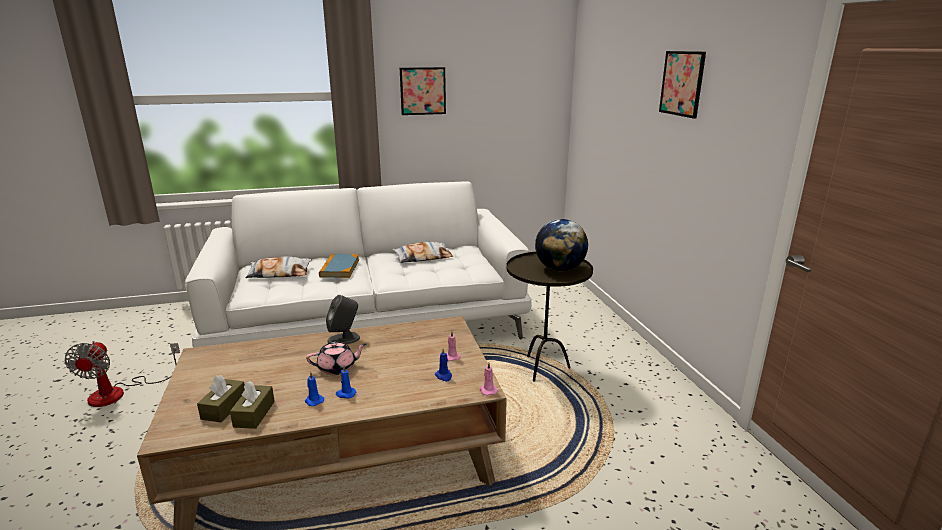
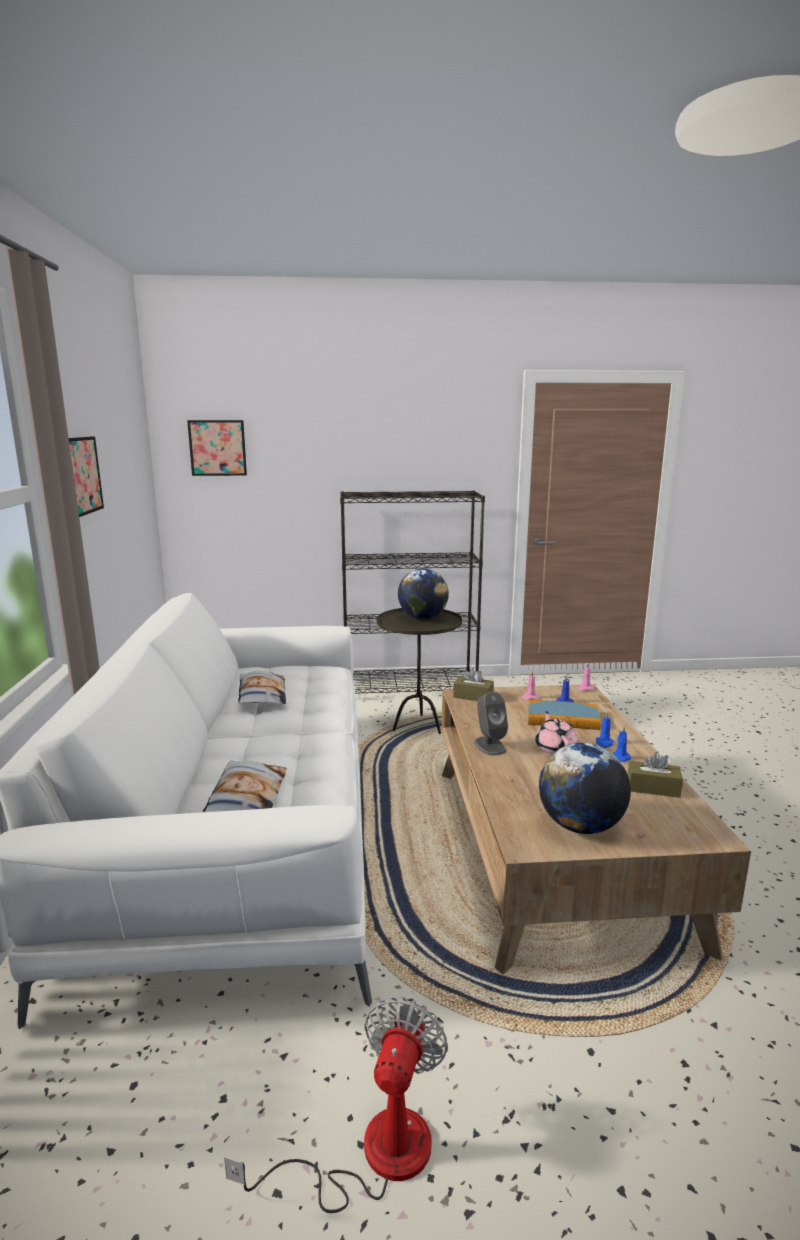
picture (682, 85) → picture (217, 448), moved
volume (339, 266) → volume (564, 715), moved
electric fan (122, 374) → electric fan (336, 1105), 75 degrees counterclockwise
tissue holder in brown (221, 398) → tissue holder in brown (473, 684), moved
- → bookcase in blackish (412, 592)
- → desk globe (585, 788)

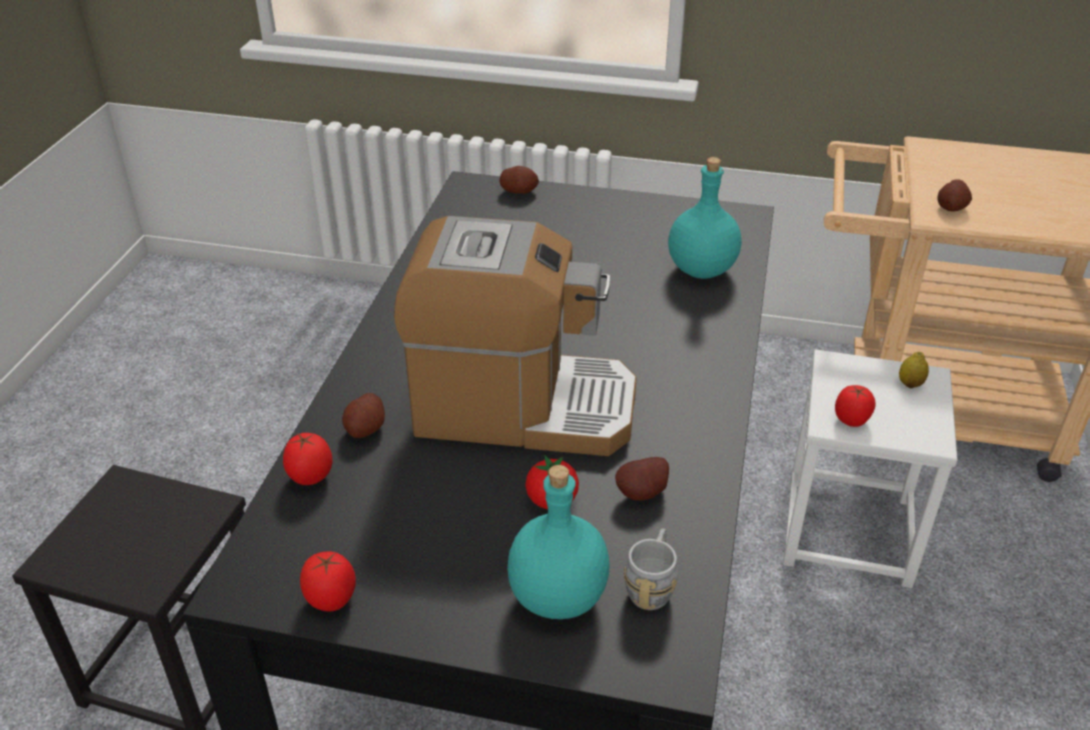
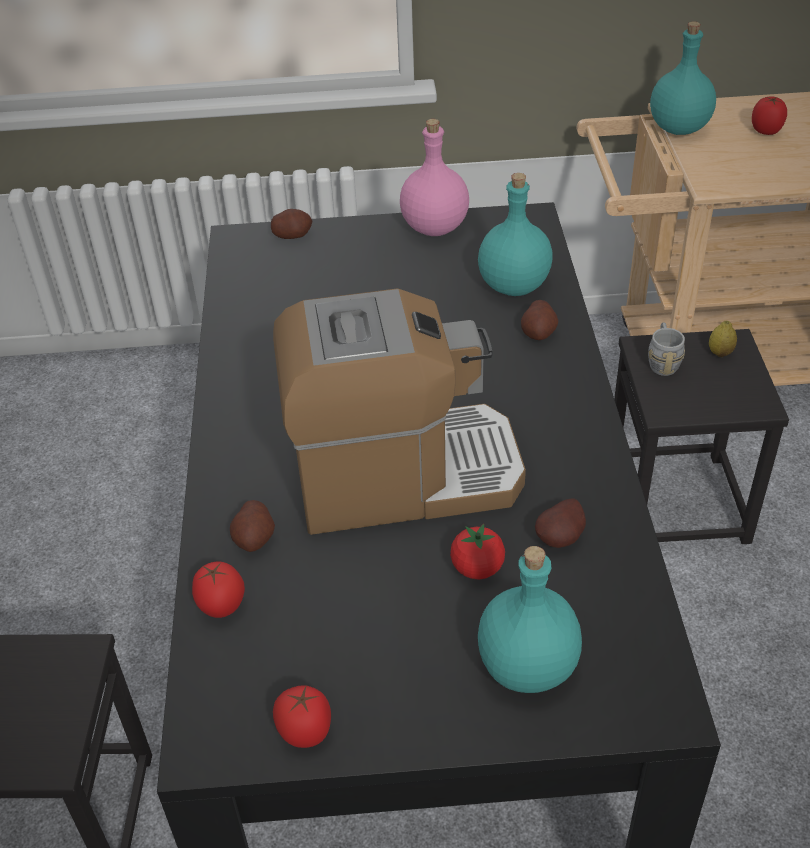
whole potato (954, 195) → whole potato (540, 320), moved
sitting stool in white (870, 468) → sitting stool in blackish (701, 436)
whole tomato (855, 406) → whole tomato (769, 115), moved
mug in greyish (651, 569) → mug in greyish (666, 349), moved
- → bottle in turquoise (683, 78)
- → bottle in pink (434, 177)

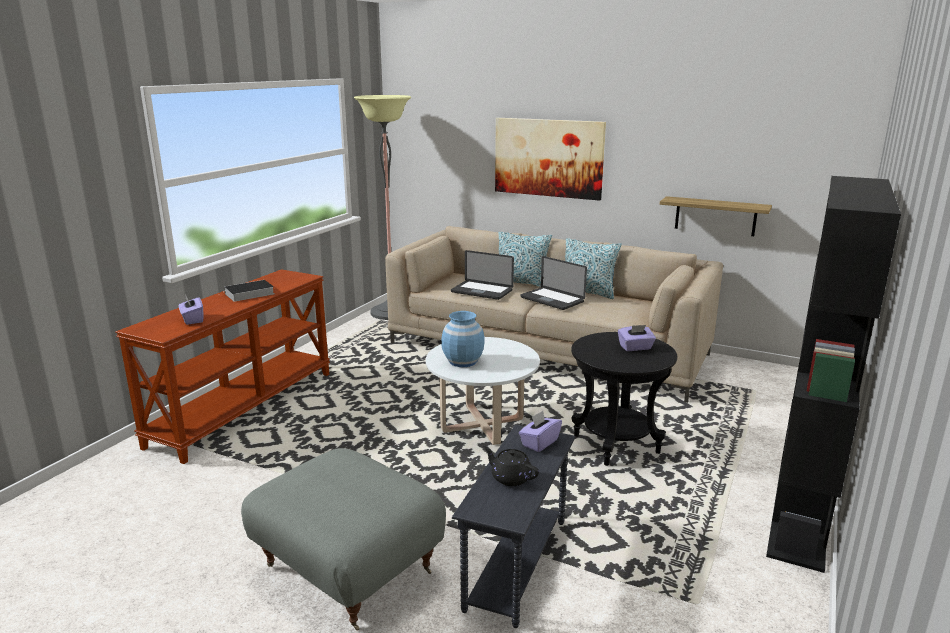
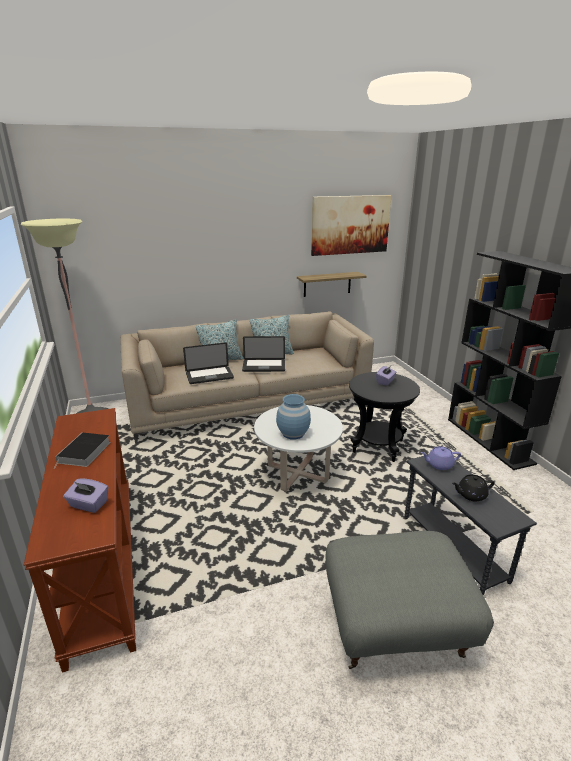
picture (550, 159) → picture (351, 225), moved
tissue holder in purple-coloured (540, 431) → tea pot in purple-coloured (441, 458)

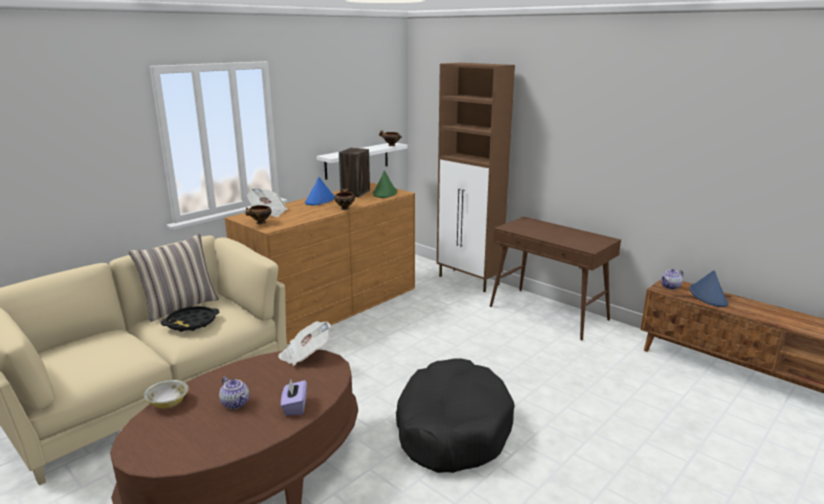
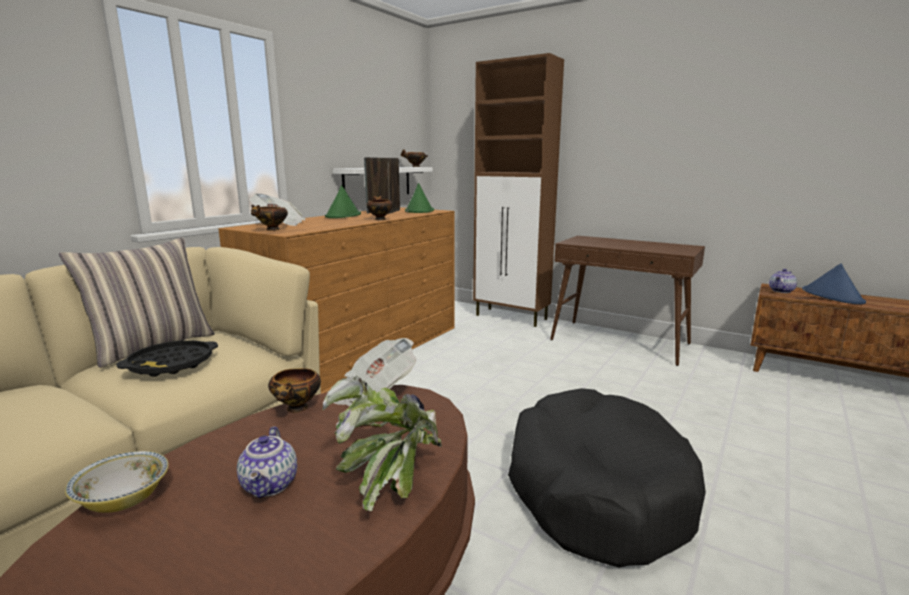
wearable hat in bluish (320, 191) → wearable hat in green (343, 201)
tea pot (234, 393) → tea pot (267, 462), 45 degrees clockwise
tissue holder in purple-coloured (294, 397) → plant in a pot (382, 443)
- → serving bowl (294, 390)

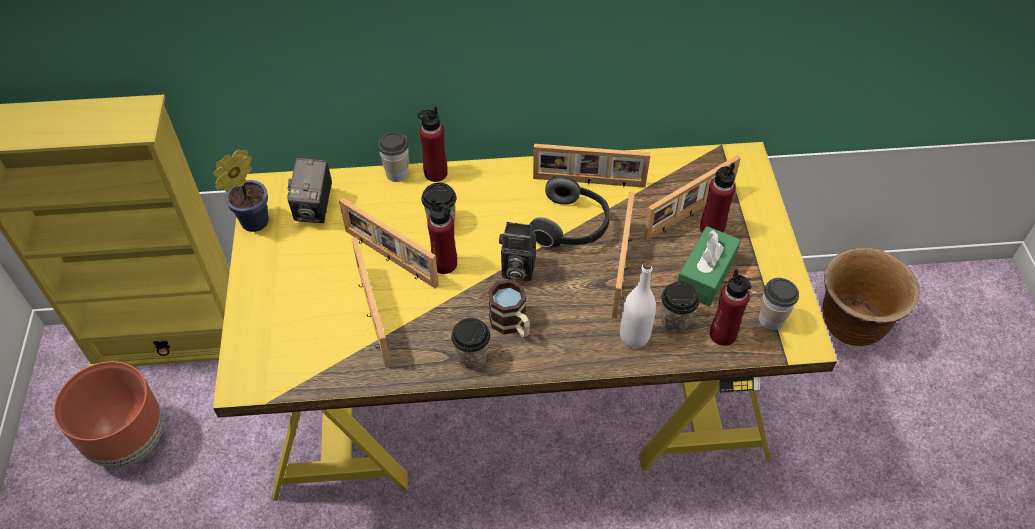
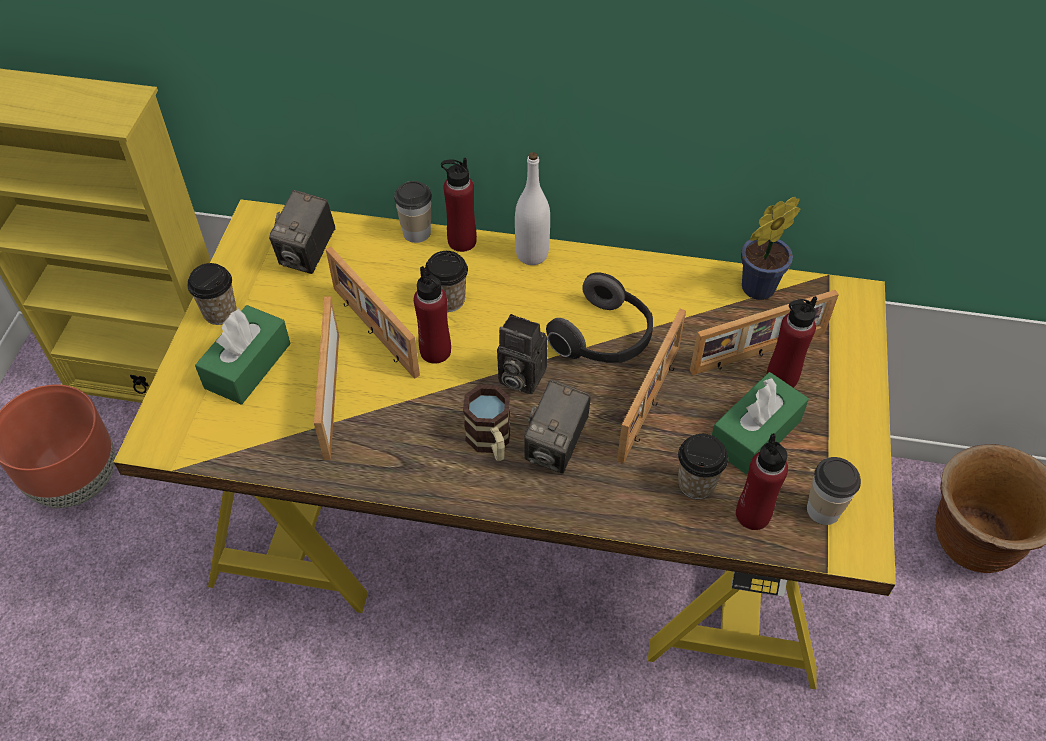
standing frame (591, 166) → -
plant in a pot (241, 190) → plant in a pot (770, 248), moved
bottle in white (638, 304) → bottle in white (532, 208), moved
small cup (470, 344) → small cup (212, 294), moved
- → tissue holder in green (243, 354)
- → still camera (557, 426)

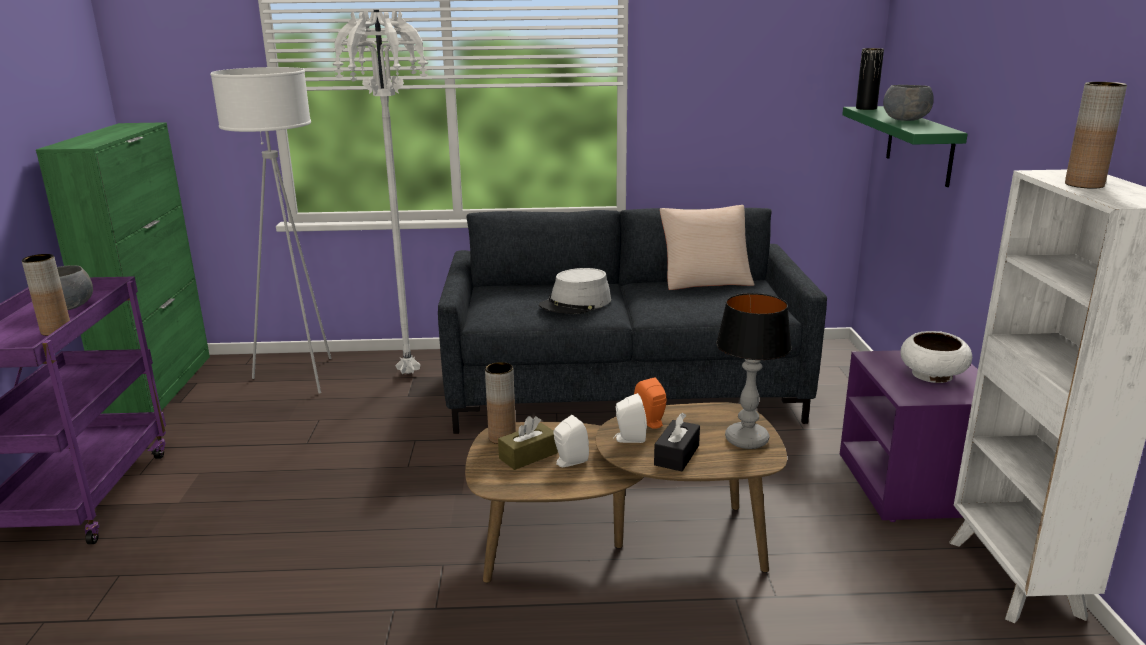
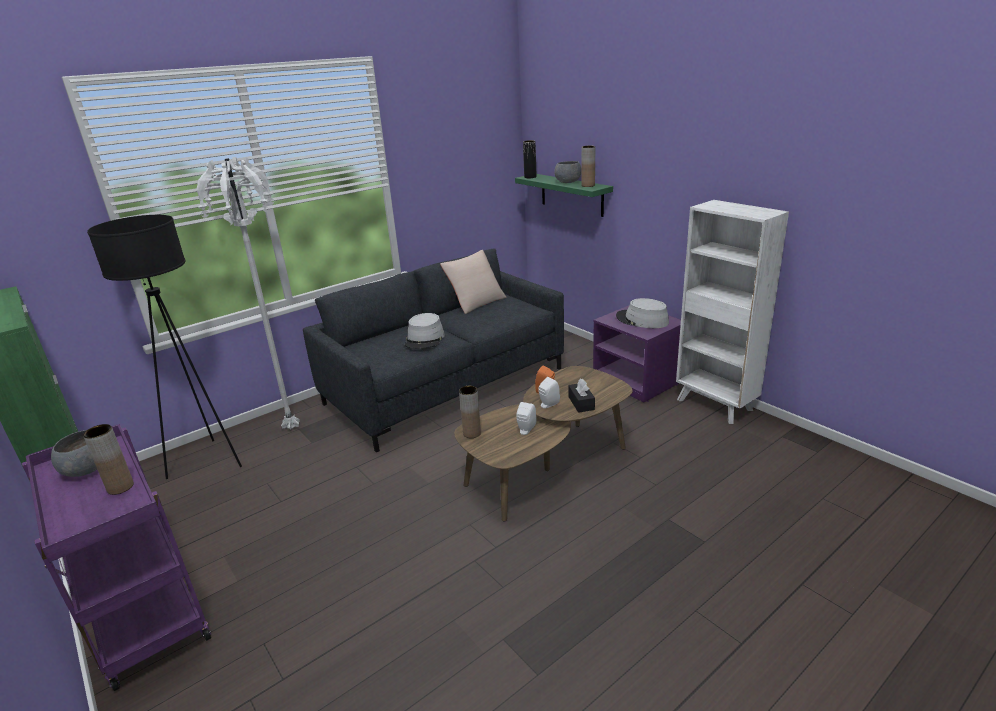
floor lamp in white (270, 230) → floor lamp in blackish (164, 347)
flower vase in brown (1096, 135) → flower vase in brown (588, 166), moved
table lamp (754, 371) → -
serving bowl in white (936, 357) → wearable hat in greyish (642, 313)
tissue holder in brown (528, 443) → -

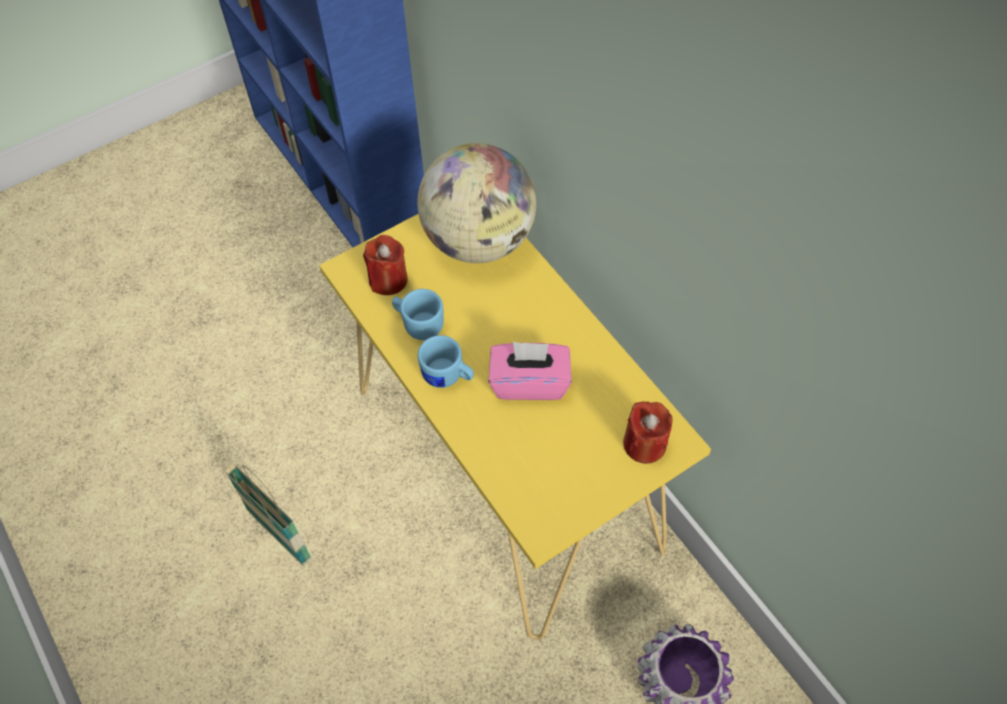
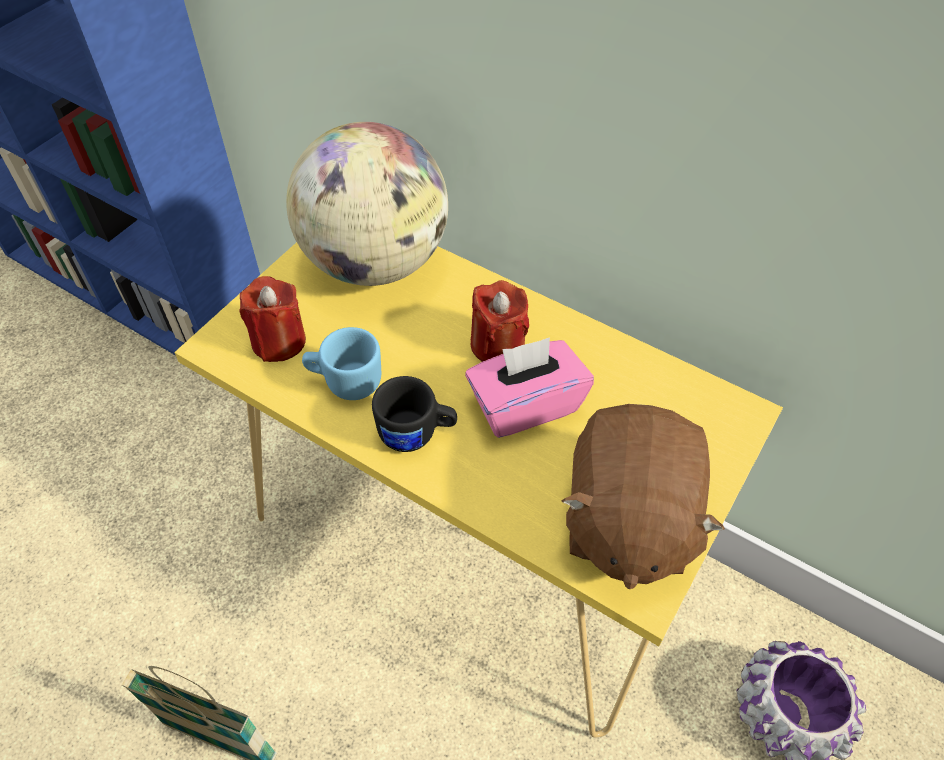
mug in bluish (446, 361) → mug in blackish (414, 414)
candle in red-coloured (647, 433) → candle in red-coloured (500, 321), moved
- → cuddly toy in brown (643, 496)

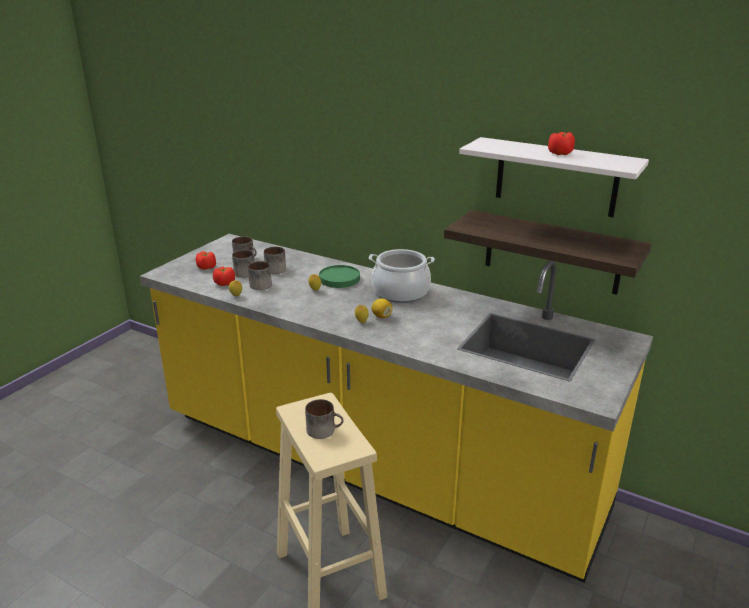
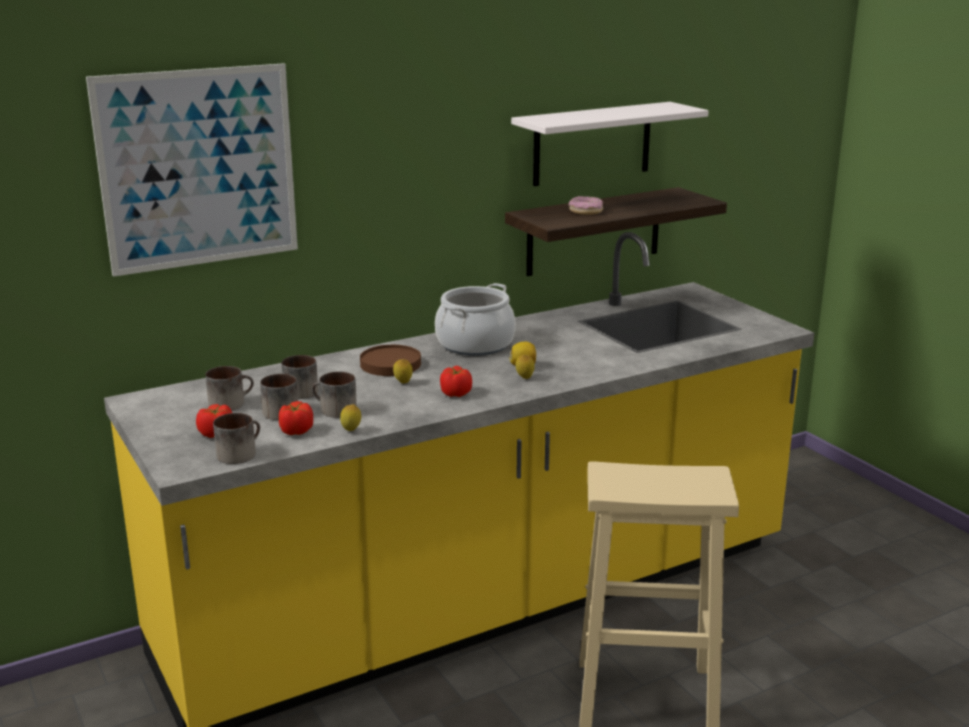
whole tomato (561, 143) → whole tomato (456, 381), moved
plate in green (339, 276) → plate in brown (390, 360)
mug (324, 419) → mug (236, 438), moved
- → picture (192, 170)
- → doughnut (586, 205)

